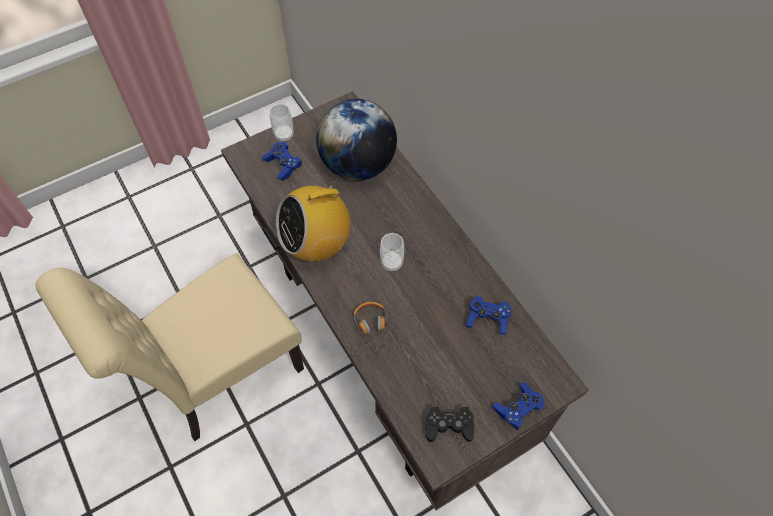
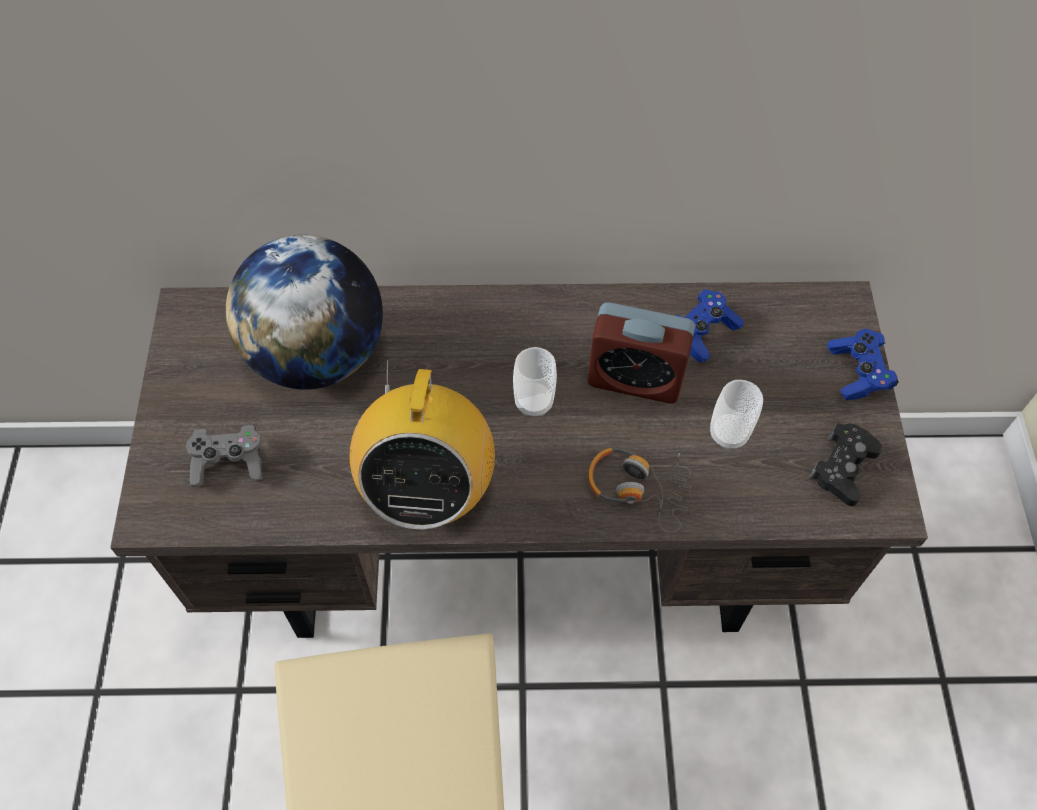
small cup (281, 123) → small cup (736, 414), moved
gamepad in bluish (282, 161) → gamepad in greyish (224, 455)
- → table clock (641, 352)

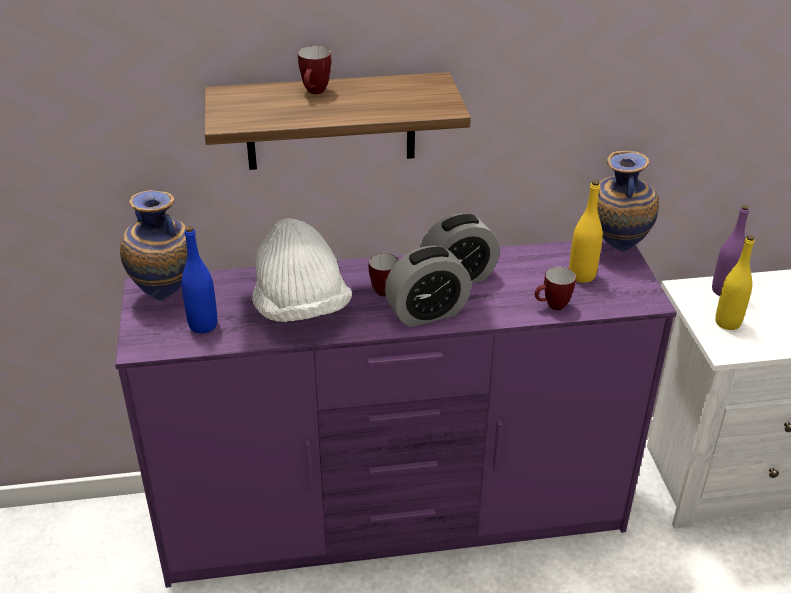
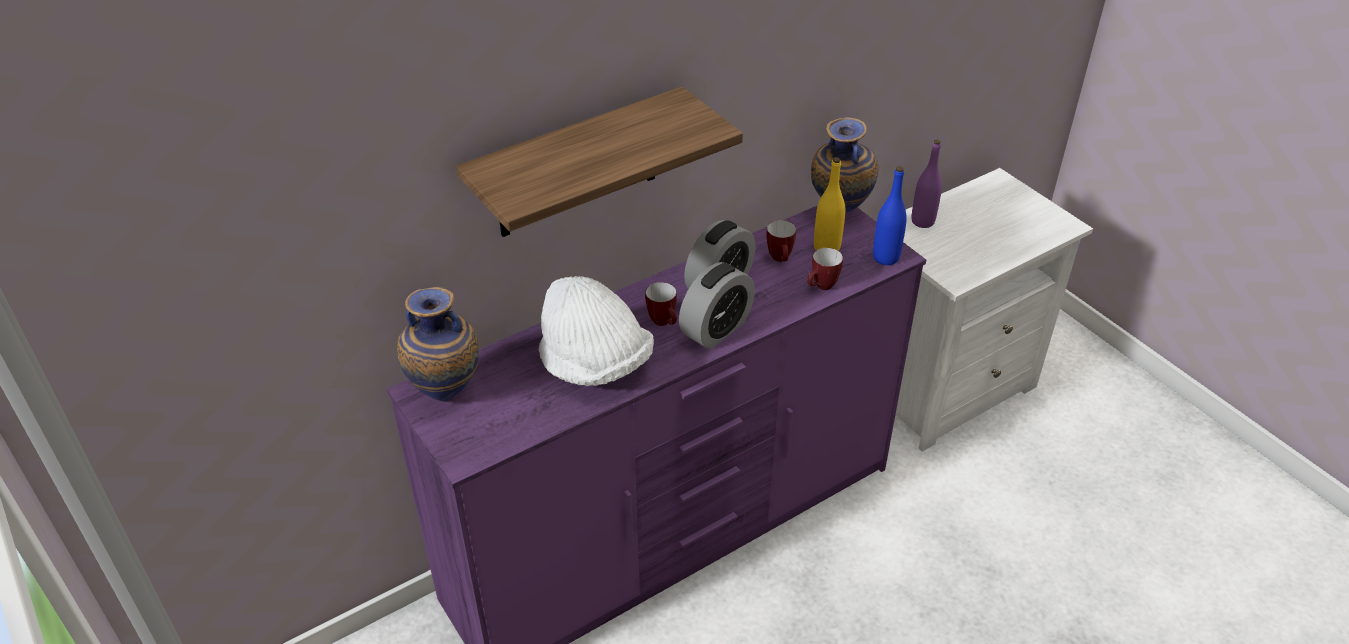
mug (315, 70) → mug (781, 241), moved
bottle in bluish (199, 279) → bottle in bluish (890, 215), moved
bottle in yellow (734, 282) → -

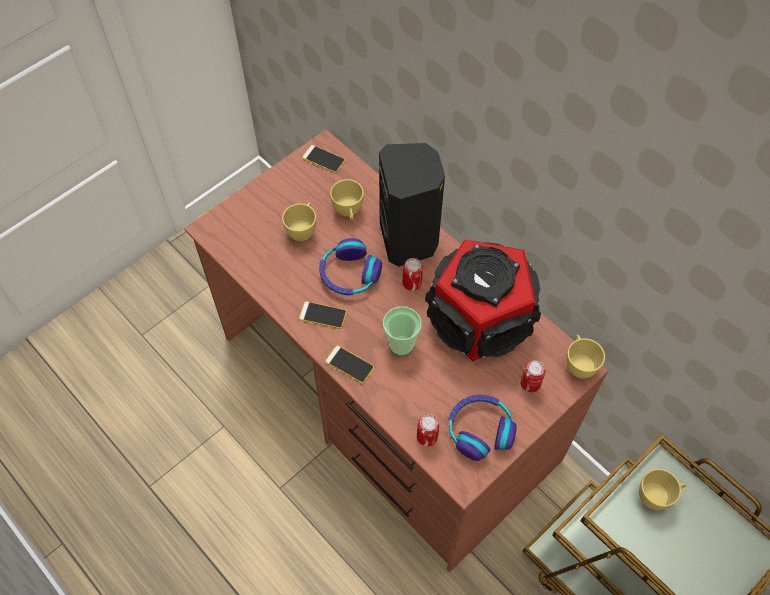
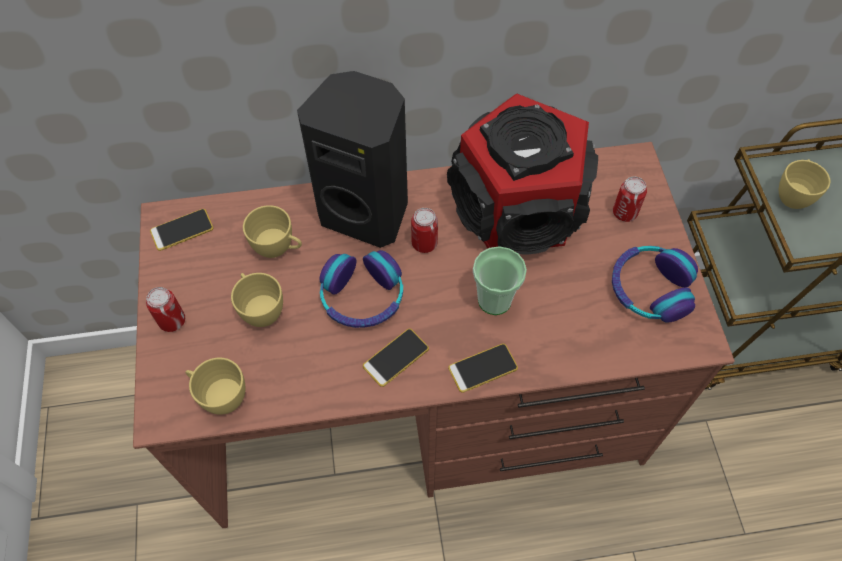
small cup in yellow (585, 357) → small cup in yellow (215, 386), moved
metal can (428, 430) → metal can (165, 309), moved

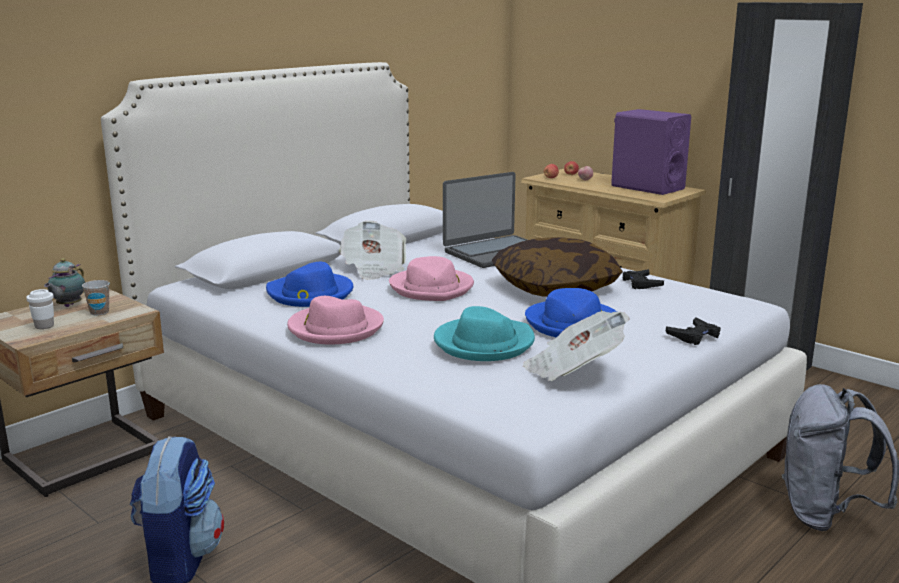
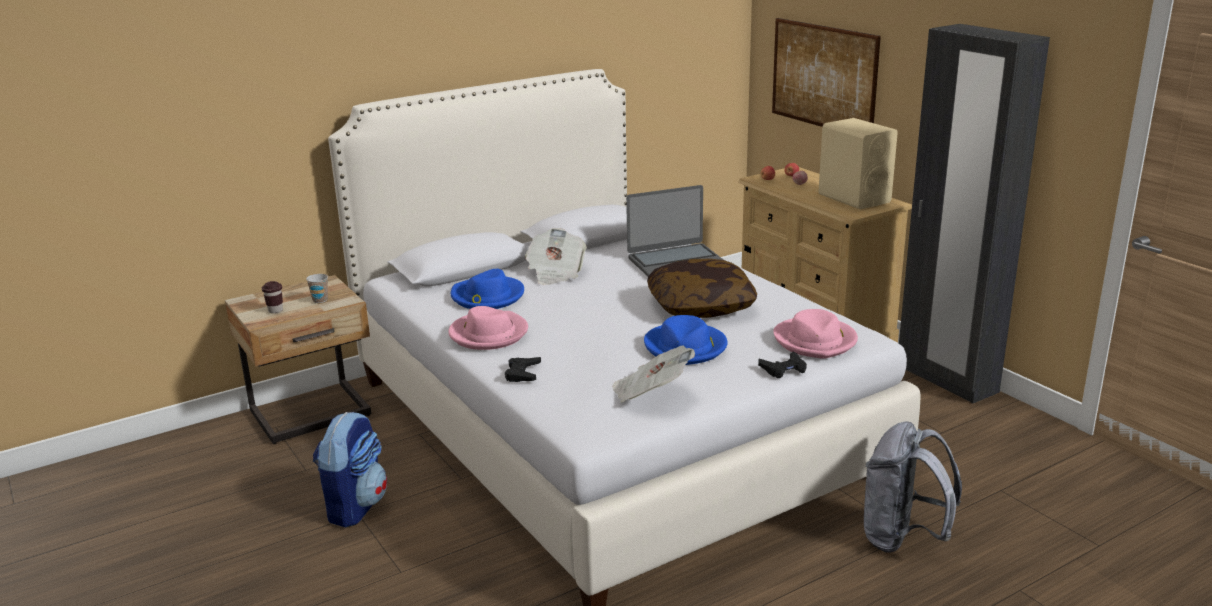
speaker in purple-coloured (651, 152) → speaker in sand-coloured (858, 163)
wearable hat in pink (431, 278) → wearable hat in pink (815, 334), moved
tea pot (64, 282) → -
gamepad in blackish (643, 279) → gamepad in blackish (523, 369), moved
small cup in white (40, 309) → small cup in brown (272, 297)
wearable hat in turquoise (484, 333) → -
- → picture (826, 72)

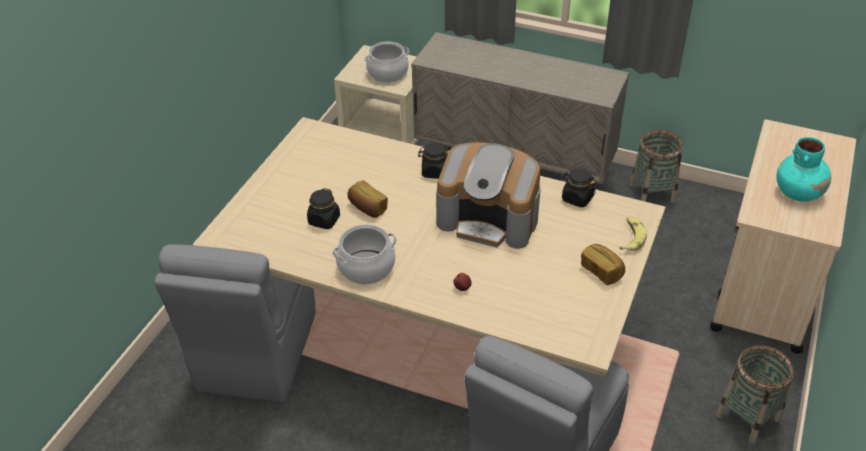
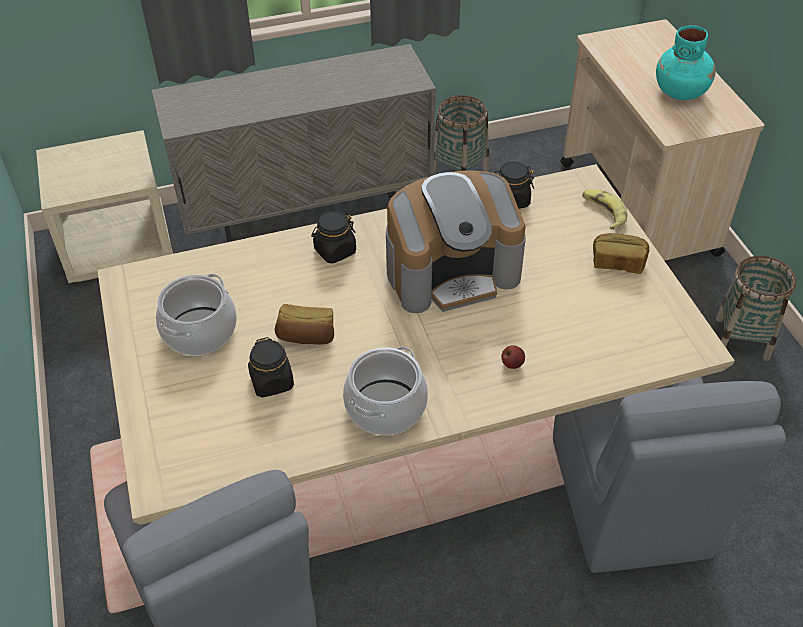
stockpot (387, 62) → stockpot (196, 314), moved

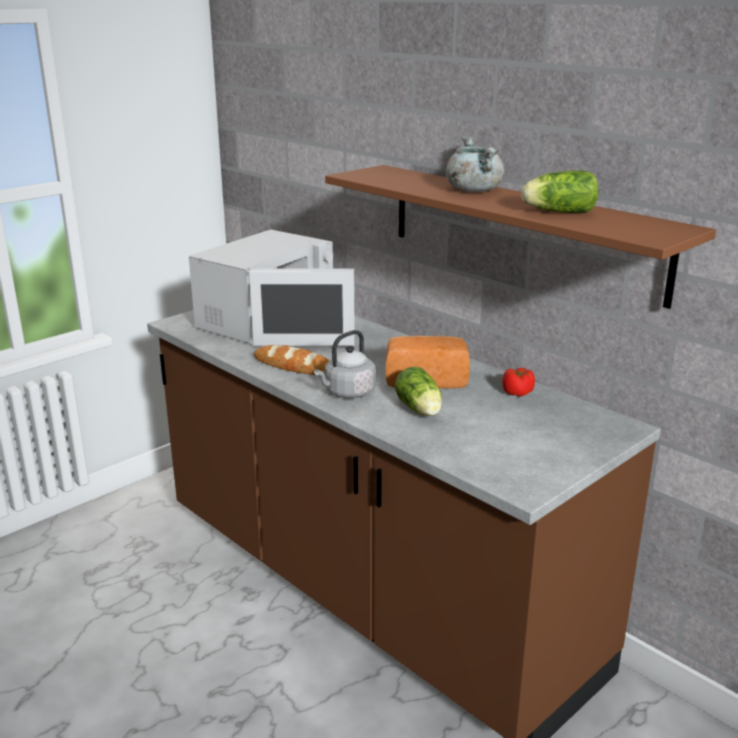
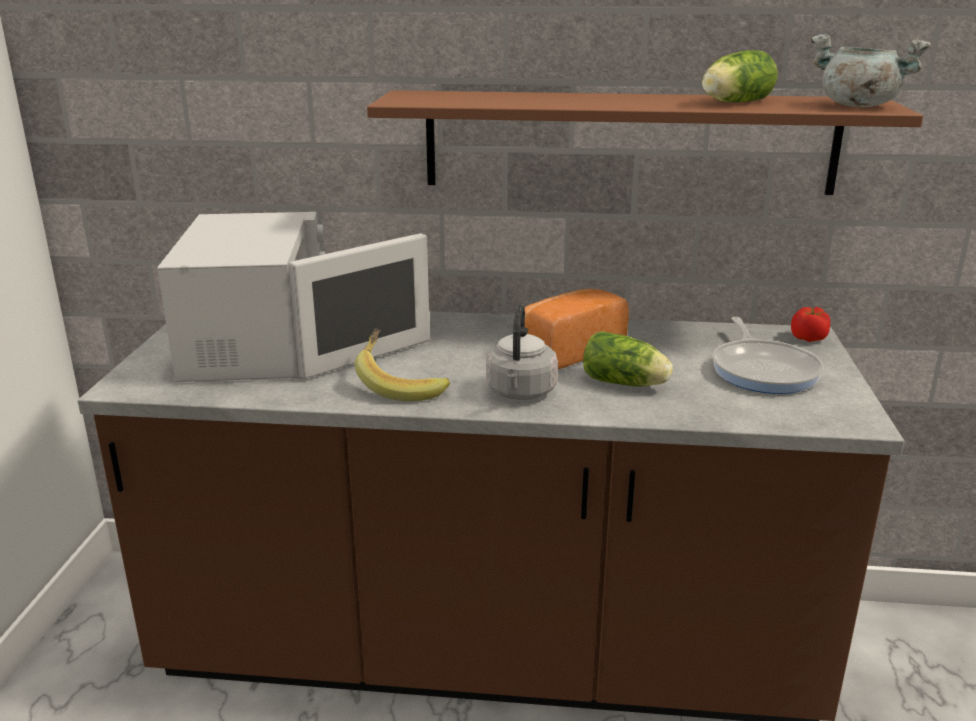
stockpot in greyish (475, 163) → stockpot in greyish (870, 70), moved
bakery bread (292, 360) → banana (402, 364)
whole tomato (518, 382) → whole tomato (810, 324), moved
- → frying pan (768, 355)

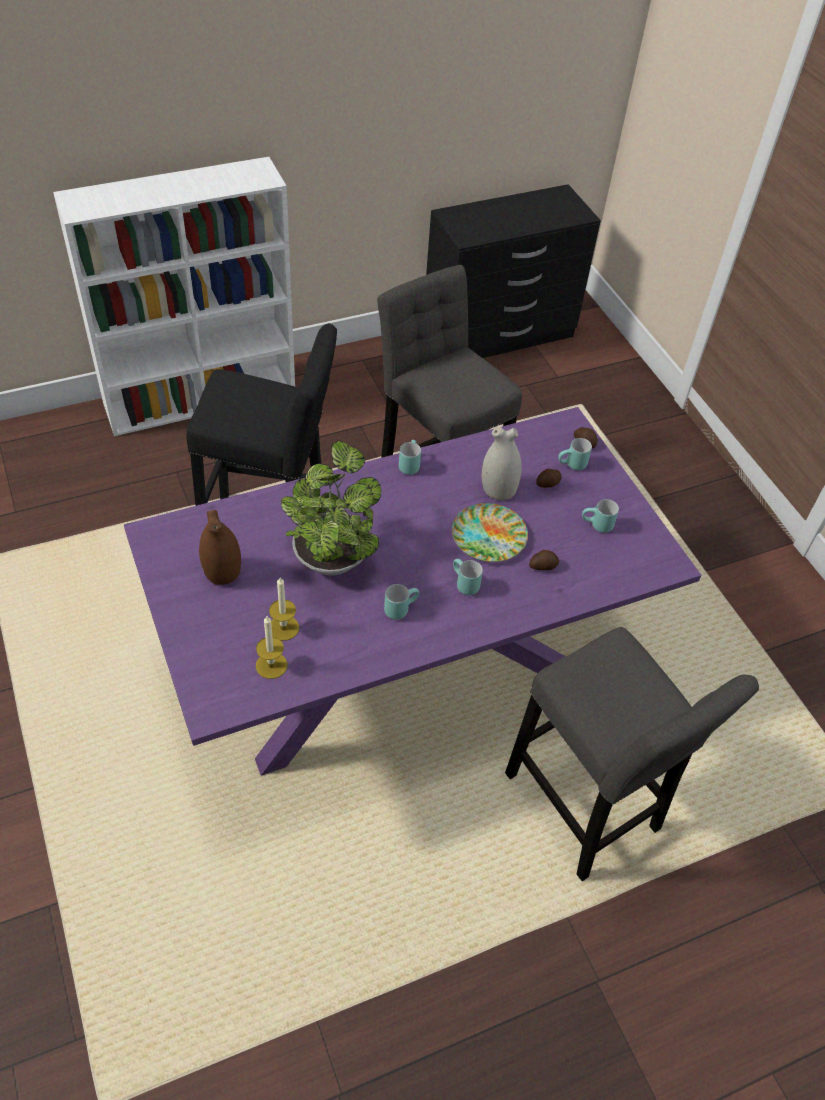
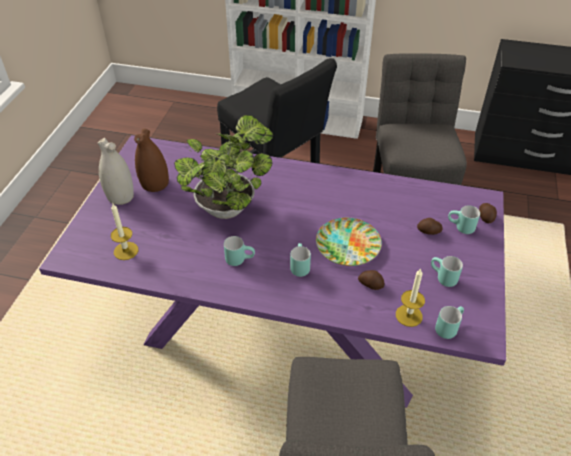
flower vase in white (501, 463) → flower vase in white (116, 171), moved
mug in turquoise (410, 457) → mug in turquoise (449, 322), moved
candle (284, 609) → candle (410, 297), moved

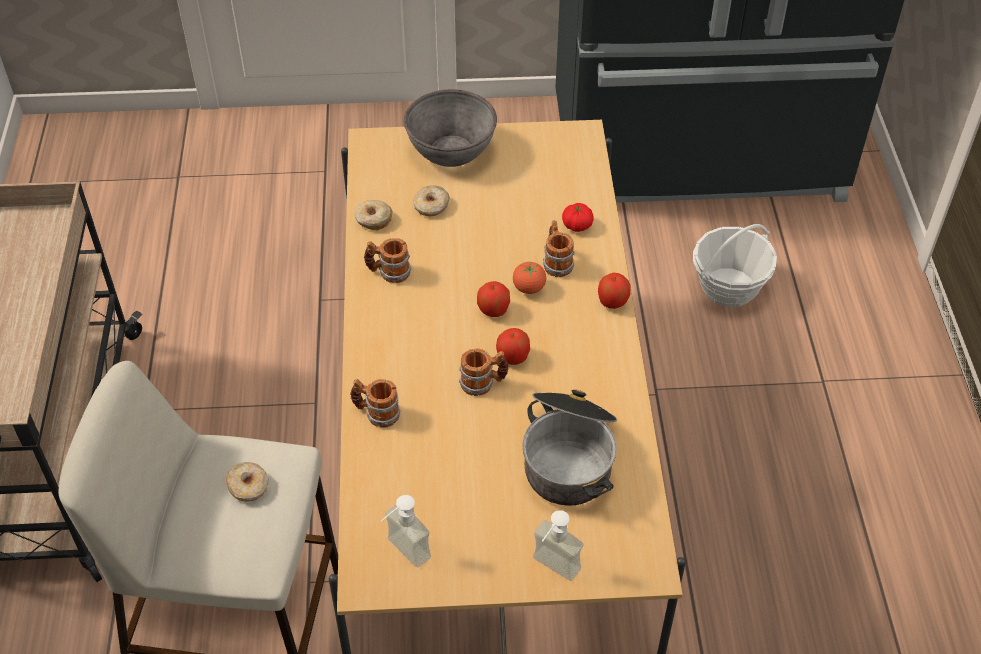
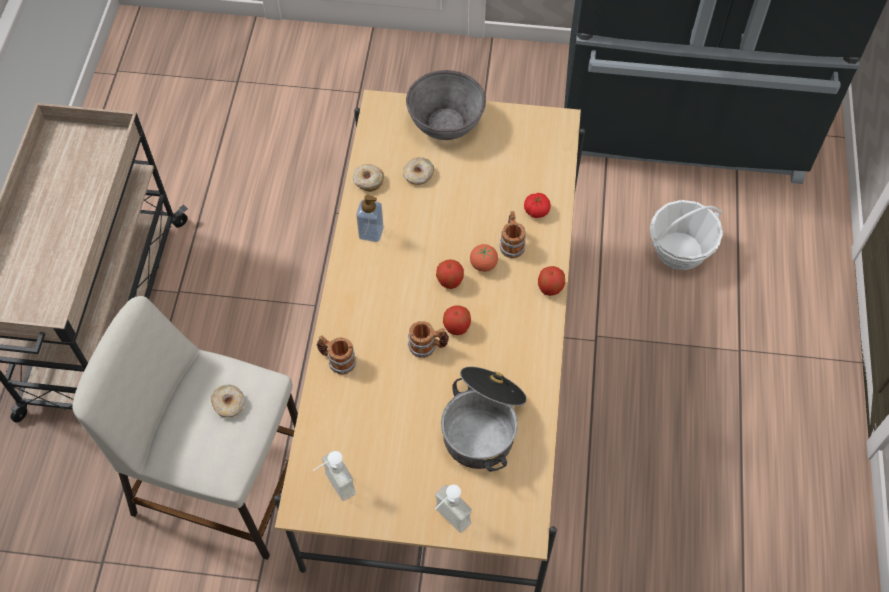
mug (388, 260) → soap dispenser (370, 218)

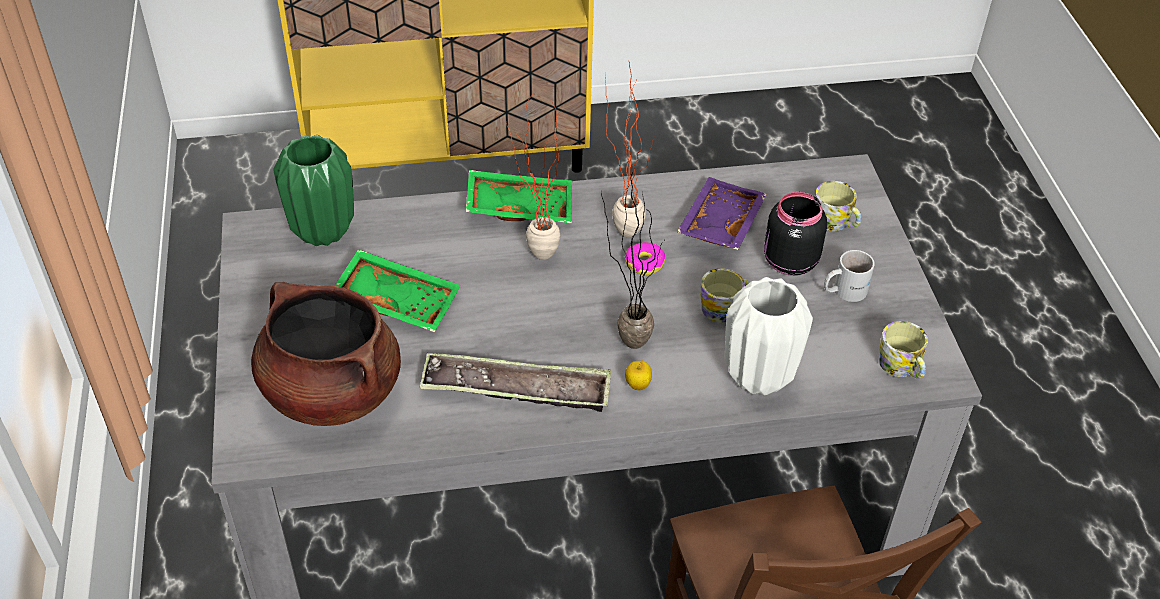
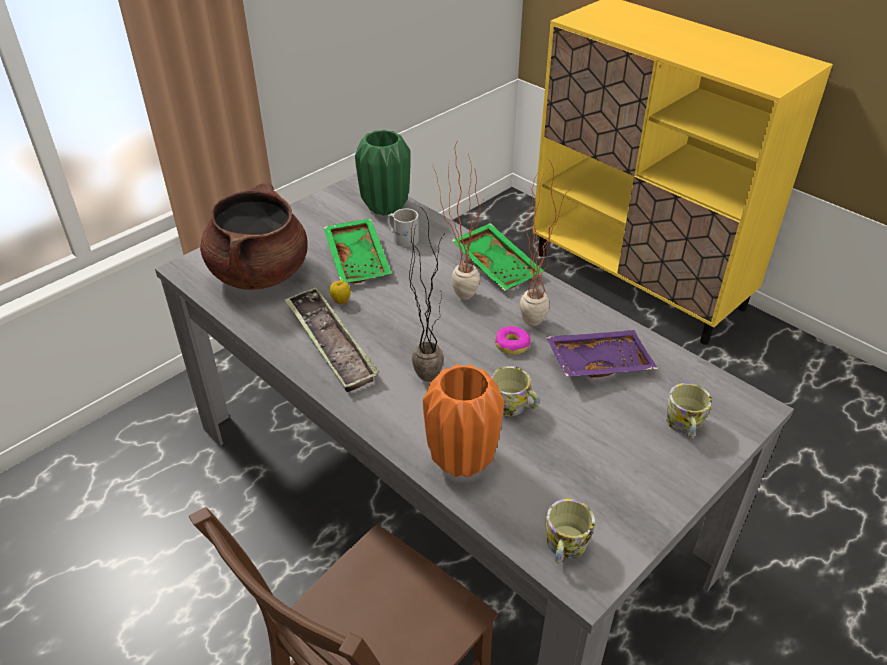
storage jar in blackish (795, 234) → -
mug in white (849, 276) → mug in white (403, 227), moved
flower vase in white (769, 336) → flower vase in orangey (463, 420)
apple (638, 375) → apple (340, 292), moved

